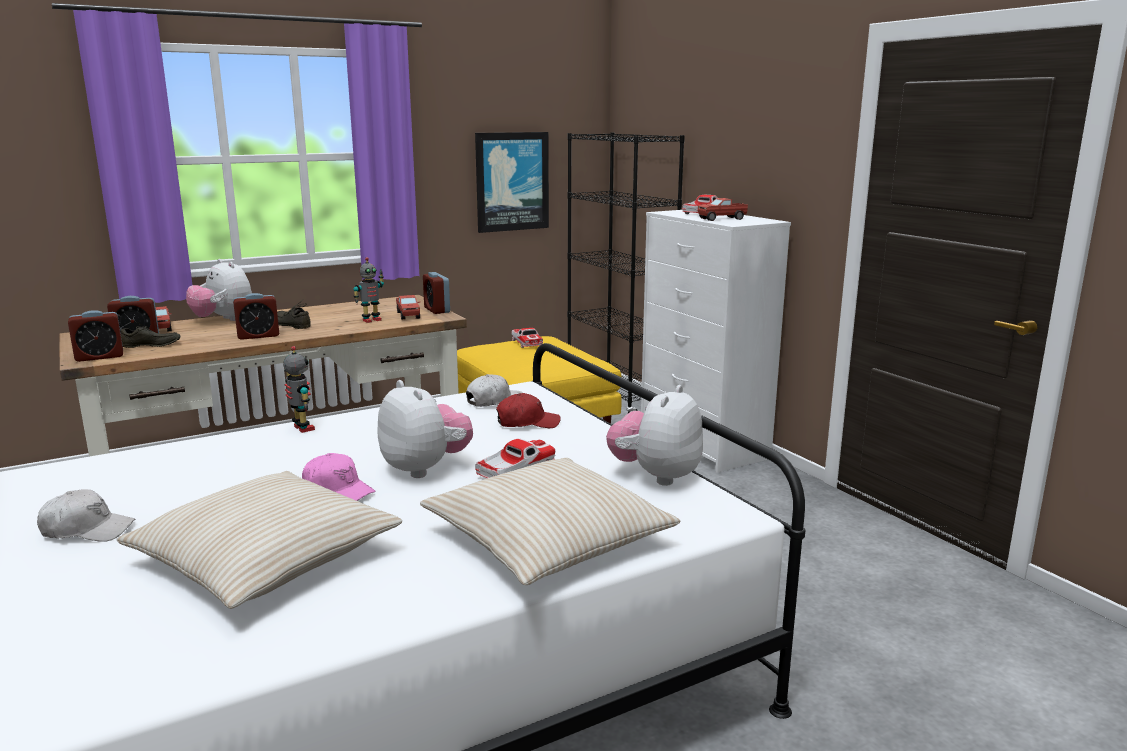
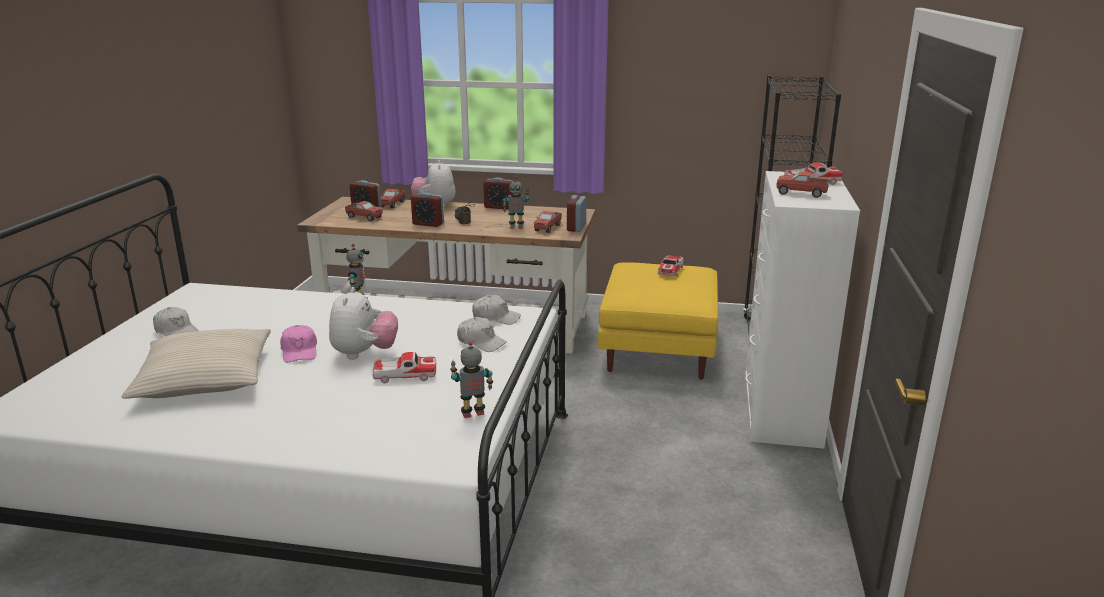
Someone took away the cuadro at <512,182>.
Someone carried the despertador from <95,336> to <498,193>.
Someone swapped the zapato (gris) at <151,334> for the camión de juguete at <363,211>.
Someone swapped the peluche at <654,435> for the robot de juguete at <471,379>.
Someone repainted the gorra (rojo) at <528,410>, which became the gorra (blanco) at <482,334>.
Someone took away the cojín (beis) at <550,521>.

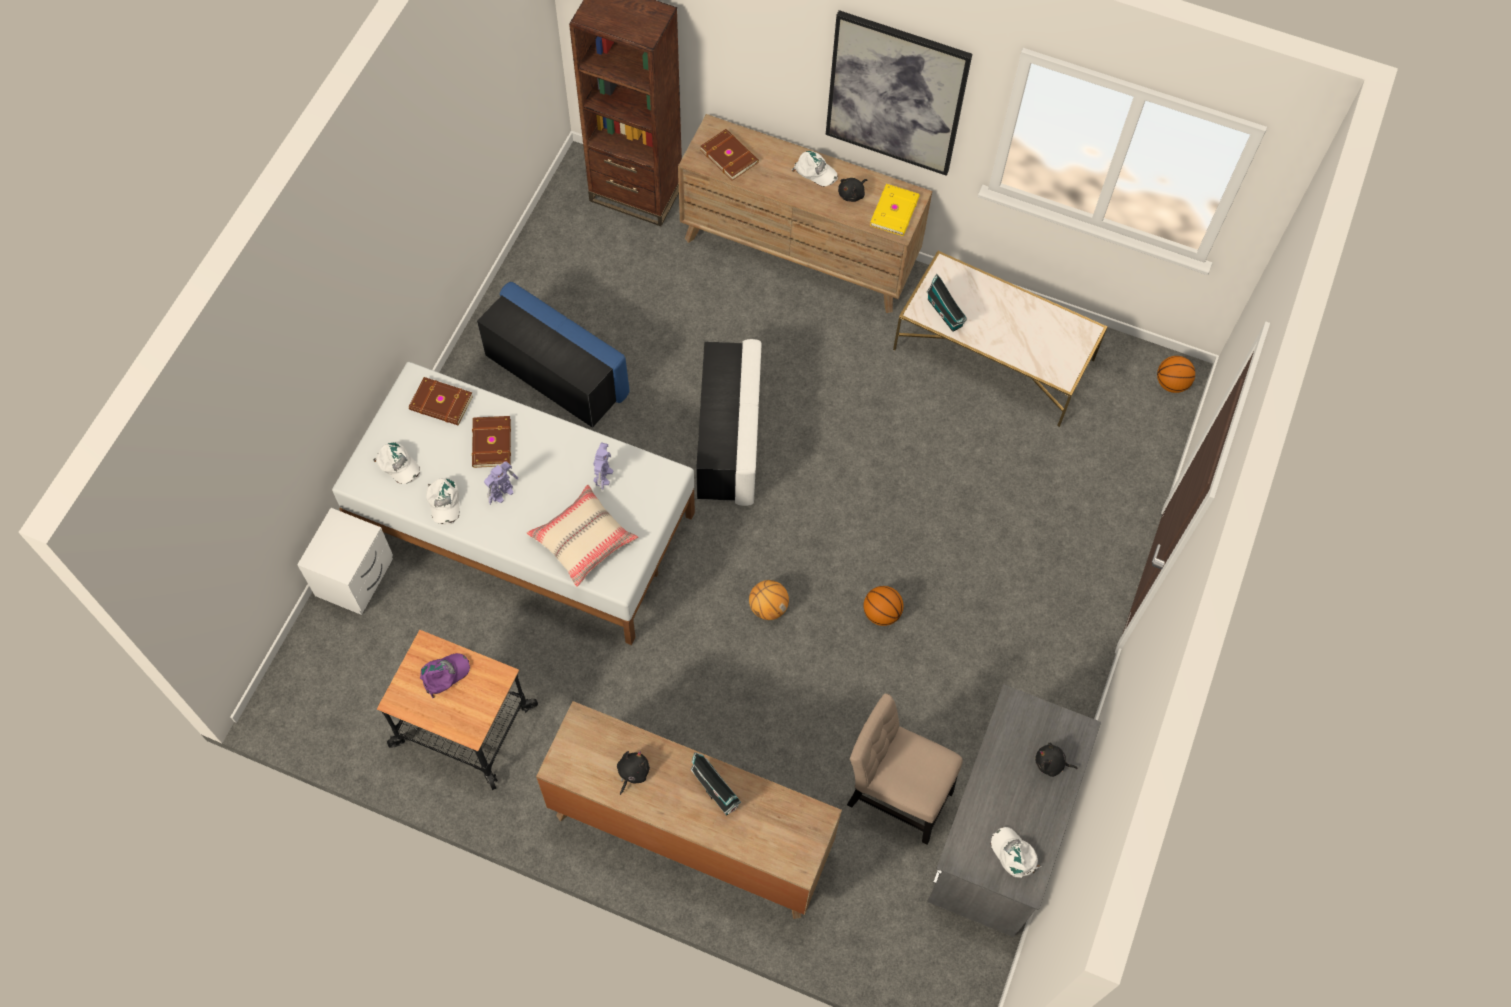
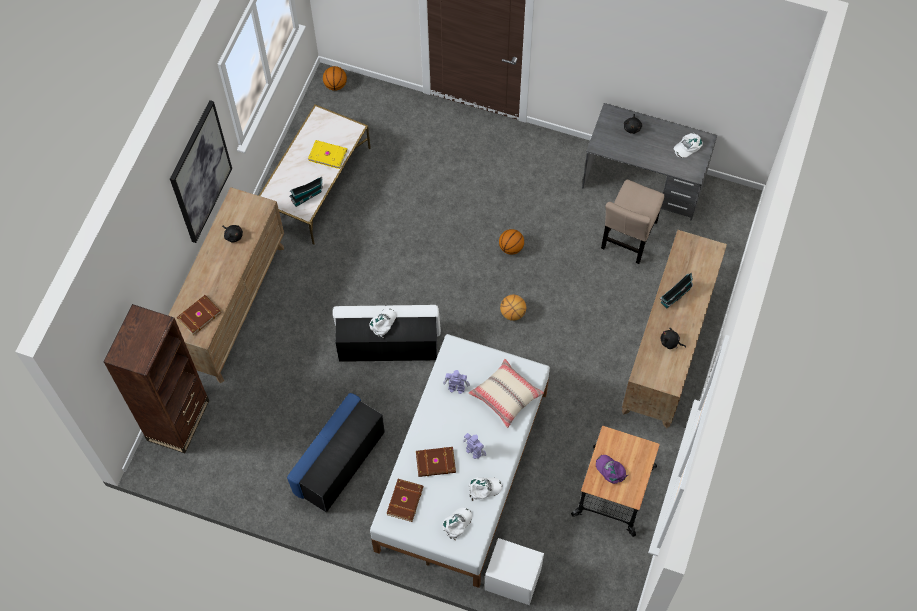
Someone carried the gorra (blanco) from <814,169> to <382,323>.
Someone carried the libro (amarillo) from <895,210> to <327,154>.

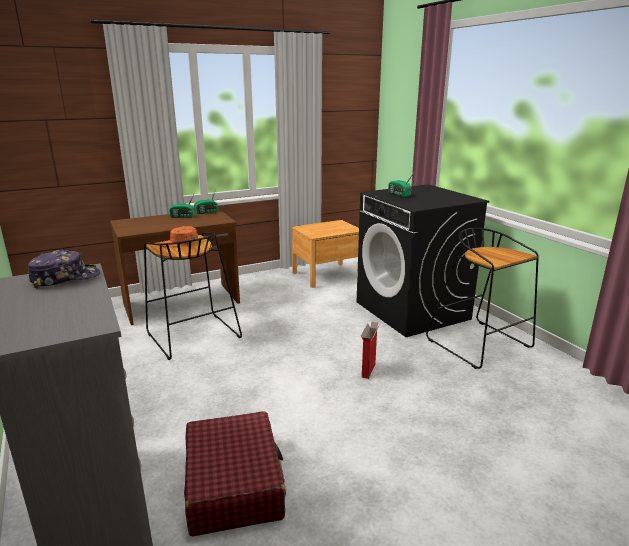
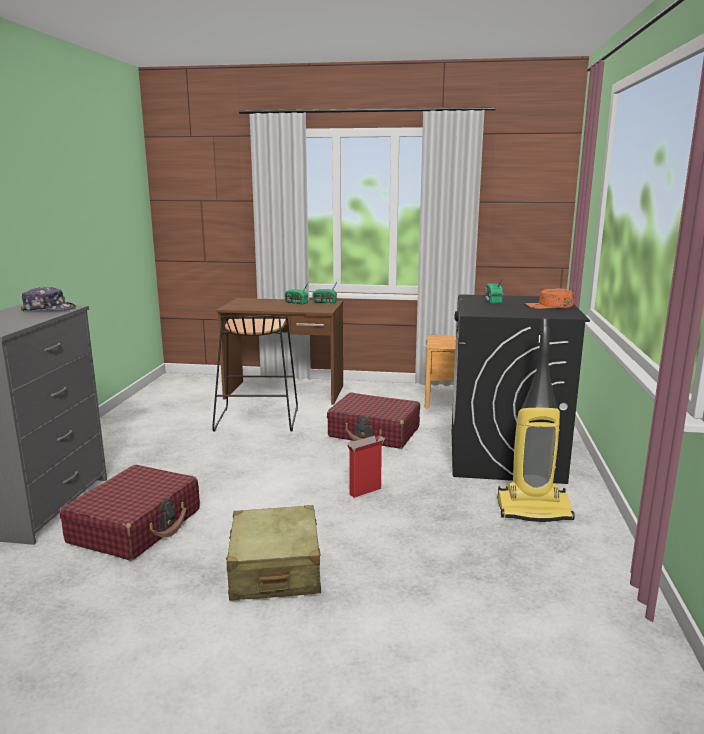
Someone carried the gorra (naranja) from <178,236> to <549,298>.
Someone swapped the taburete (negro) at <482,298> for the aspiradora at <536,420>.
Someone put down the maleta (rojo) at <373,420>.
Someone put down the maleta (beis) at <273,553>.

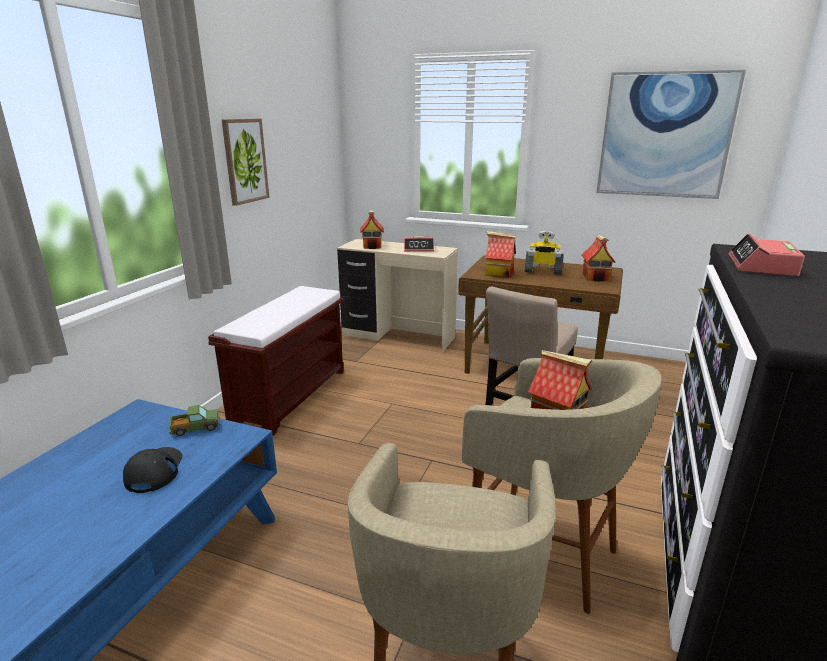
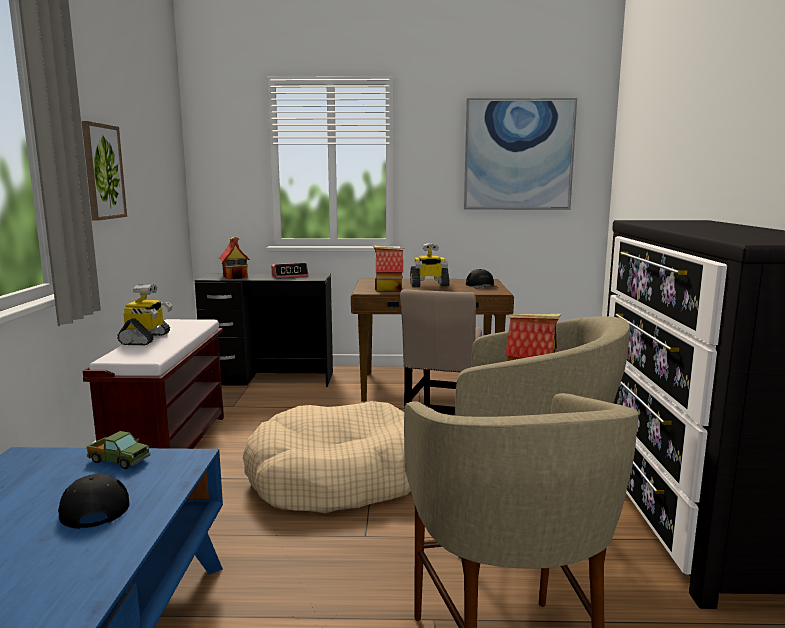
Someone swapped the casita at <598,257> for the gorra (negro) at <481,279>.
Someone took away the despertador at <767,255>.
Someone repainted the escritorio (beis) at <397,295>, which became the escritorio (negro) at <264,330>.
Someone rotated the camión de juguete at <195,420> by 60 degrees clockwise.
Someone put down the robot de juguete at <145,315>.
Someone put down the cama para perro (beis) at <327,457>.

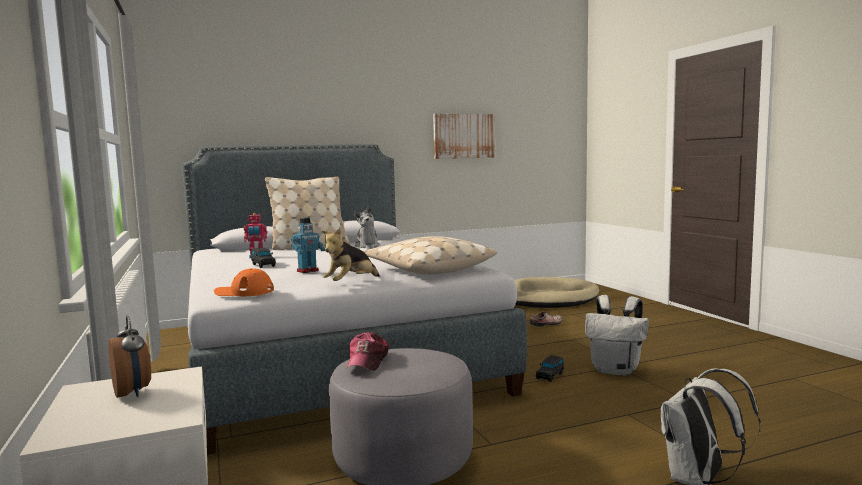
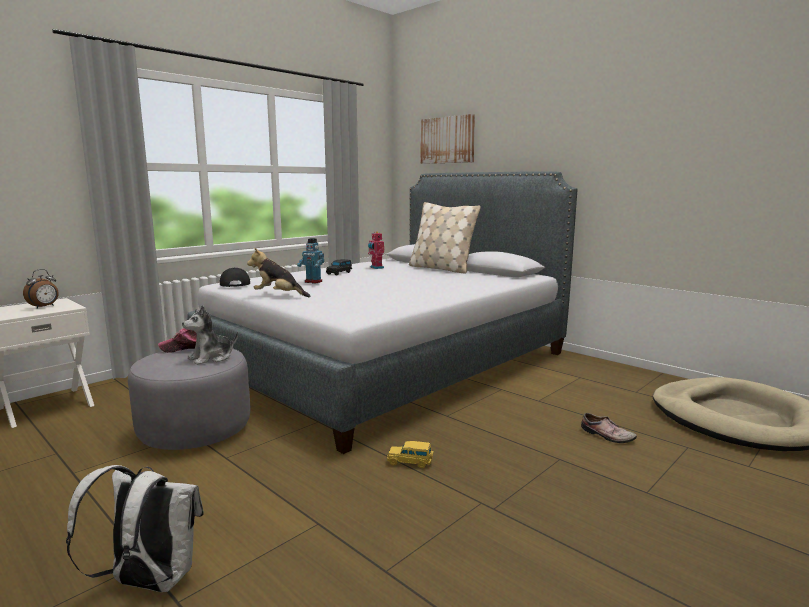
Someone carried the cuadro from <464,136> to <447,139>.
Someone carried the peluche from <367,227> to <210,335>.
Someone took away the cojín (beis) at <430,255>.
Someone repainted the gorra (naranja) at <244,282>, which became the gorra (negro) at <235,277>.
Someone took away the mochila (blanco) at <617,335>.
Someone repainted the coche de juguete (negro) at <550,368>, which became the coche de juguete (amarillo) at <410,454>.

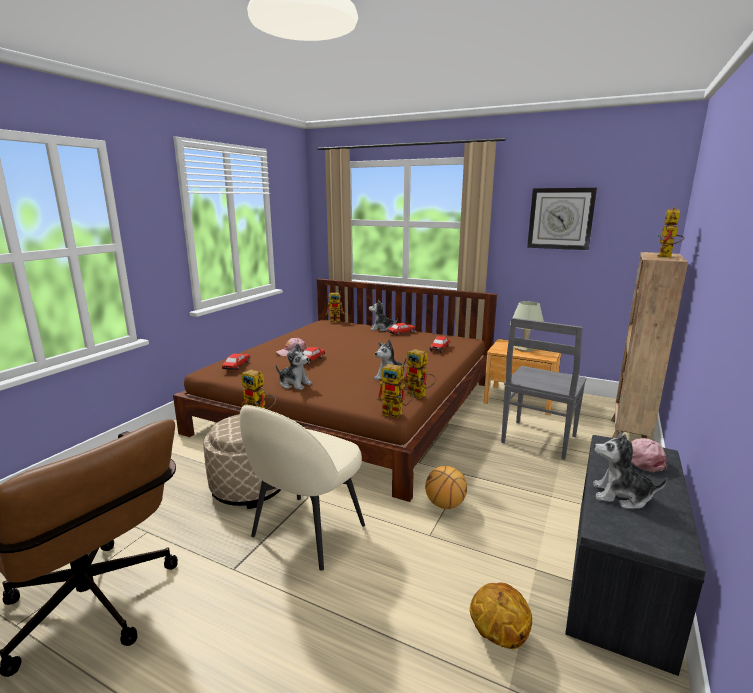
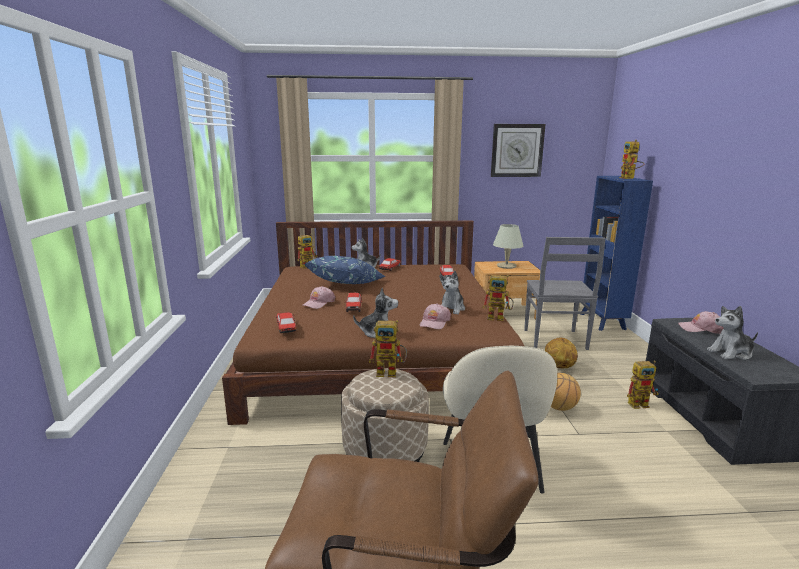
Someone repainted the estantería (marrón) at <649,345>, which became the estantería (azul) at <616,253>.
Someone carried the robot de juguete from <395,391> to <643,385>.
Someone carried the balón de baloncesto from <501,616> to <561,353>.
Someone put down the cojín (azul) at <345,270>.
Someone put down the gorra (rosa) at <435,316>.

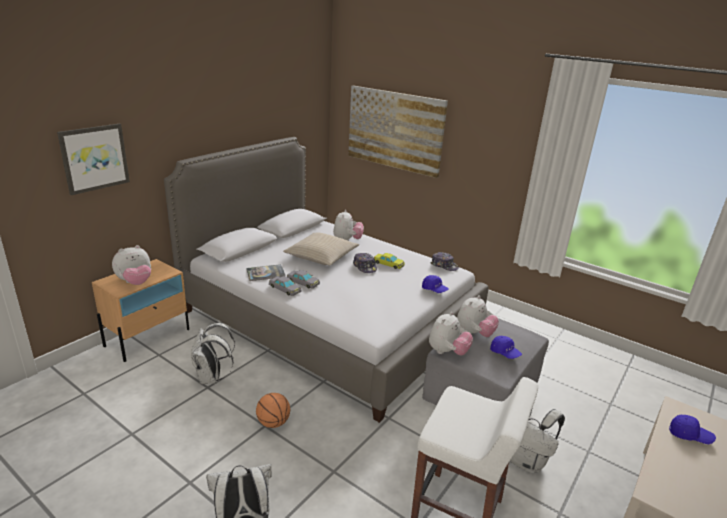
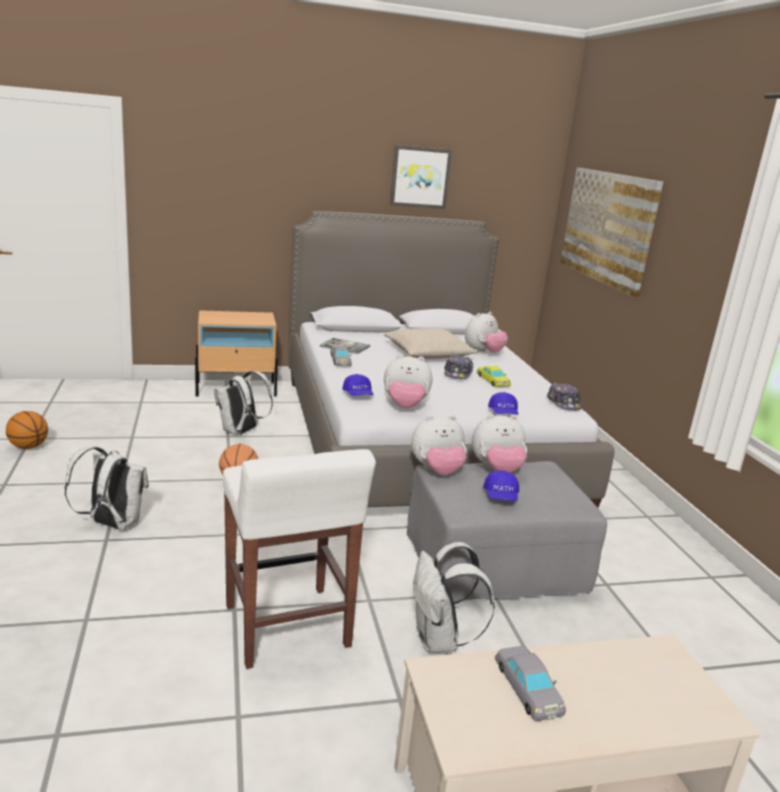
Someone carried the cuadro from <93,159> to <421,177>.
Someone carried the peluche from <131,265> to <408,381>.
Someone carried the coche de juguete (gris) from <303,279> to <530,683>.
Someone carried the gorra (azul) from <692,429> to <358,385>.
Someone put down the balón de baloncesto at <27,430>.

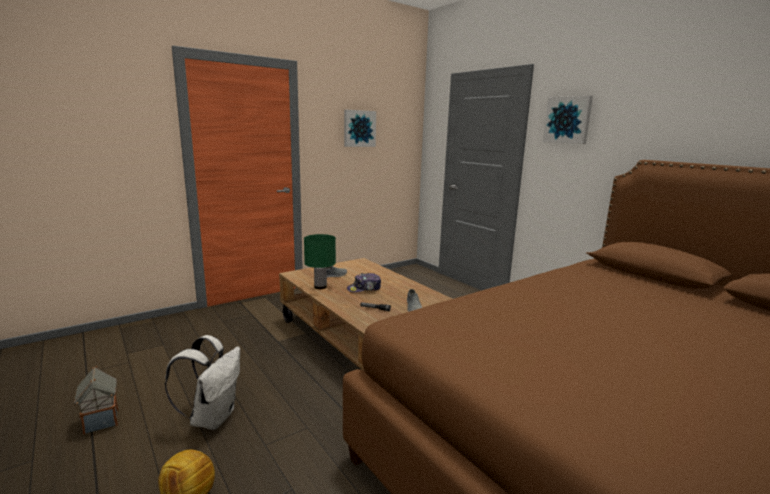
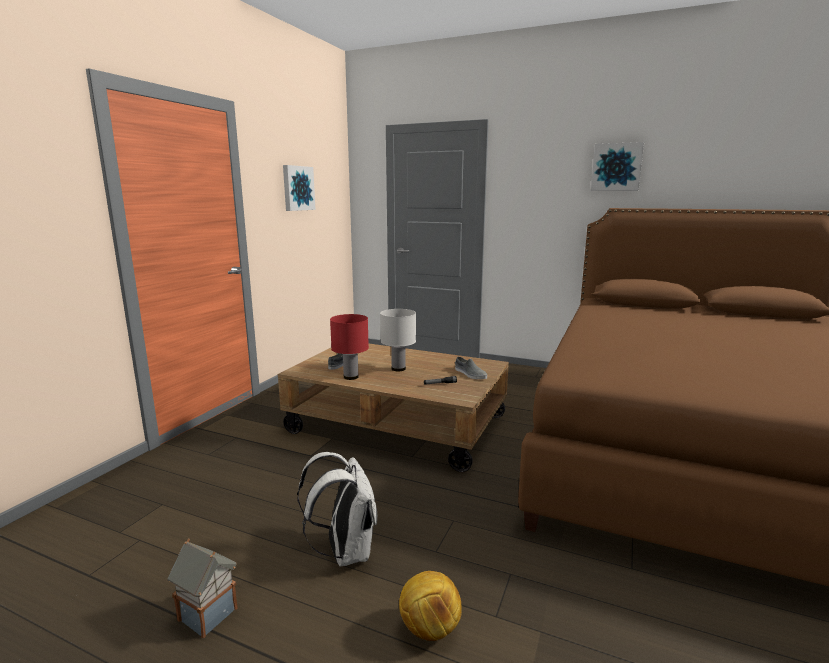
Someone carried the cuadro from <568,120> to <617,166>.
Someone repainted the lámpara de mesa (verde) at <320,261>, which became the lámpara de mesa (rojo) at <349,347>.
Someone swapped the gorra at <364,282> for the lámpara de mesa (blanco) at <398,340>.

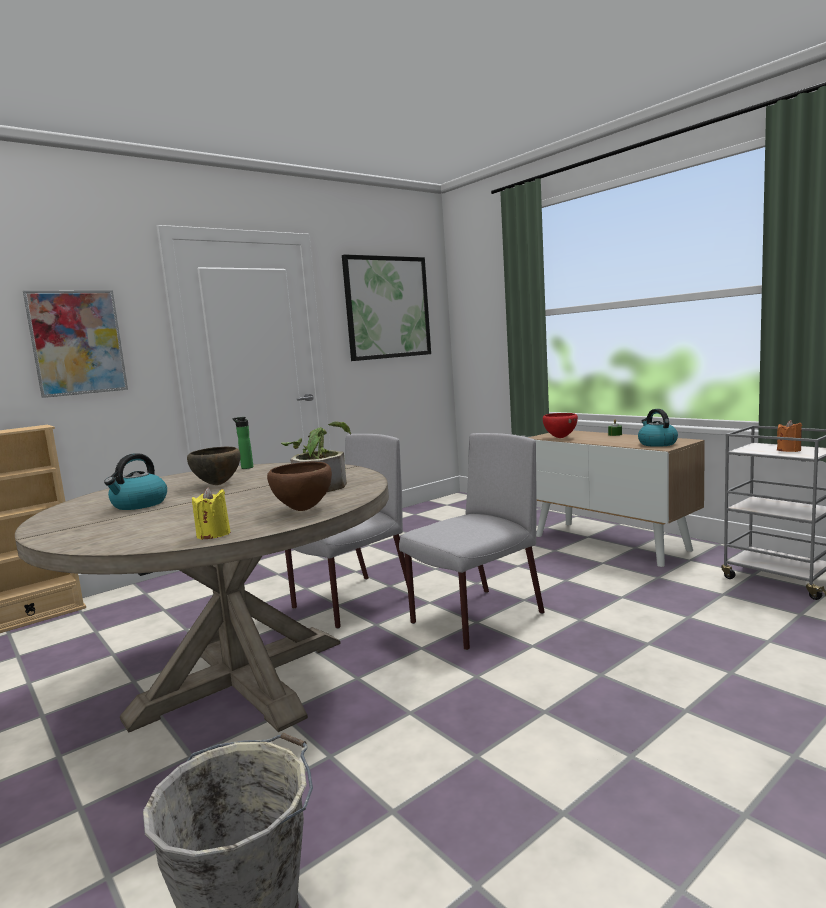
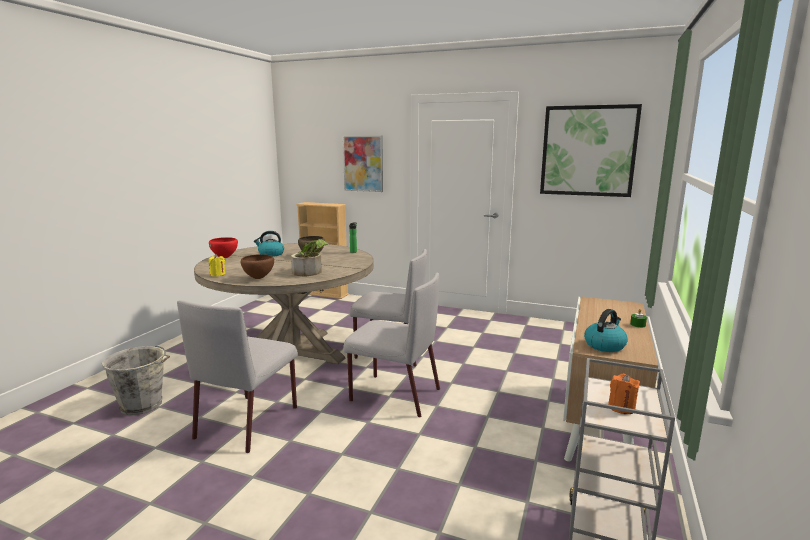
Someone carried the cuenco (rojo) from <560,425> to <223,247>.
Someone put down the silla (gris) at <237,376>.

